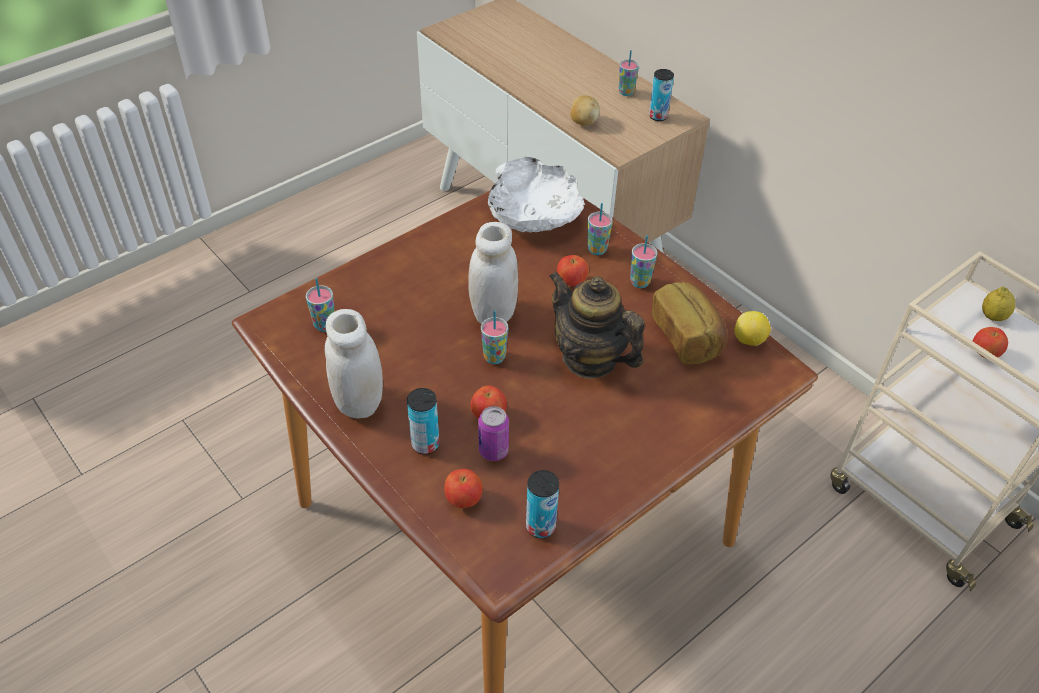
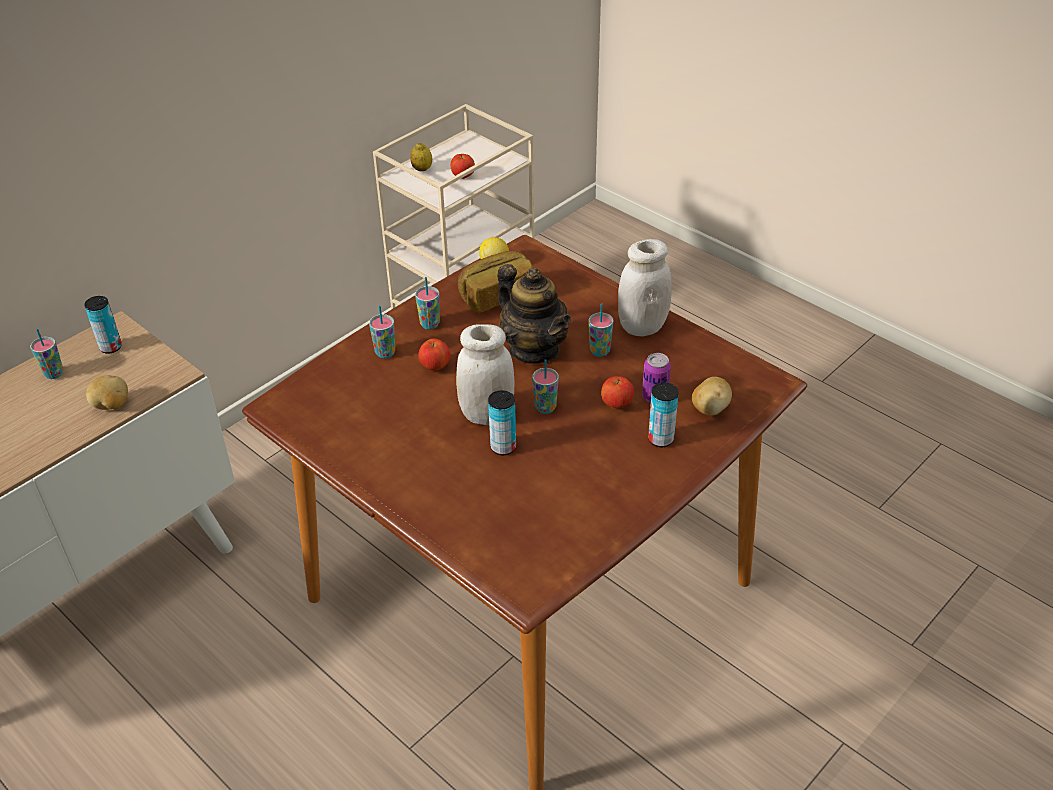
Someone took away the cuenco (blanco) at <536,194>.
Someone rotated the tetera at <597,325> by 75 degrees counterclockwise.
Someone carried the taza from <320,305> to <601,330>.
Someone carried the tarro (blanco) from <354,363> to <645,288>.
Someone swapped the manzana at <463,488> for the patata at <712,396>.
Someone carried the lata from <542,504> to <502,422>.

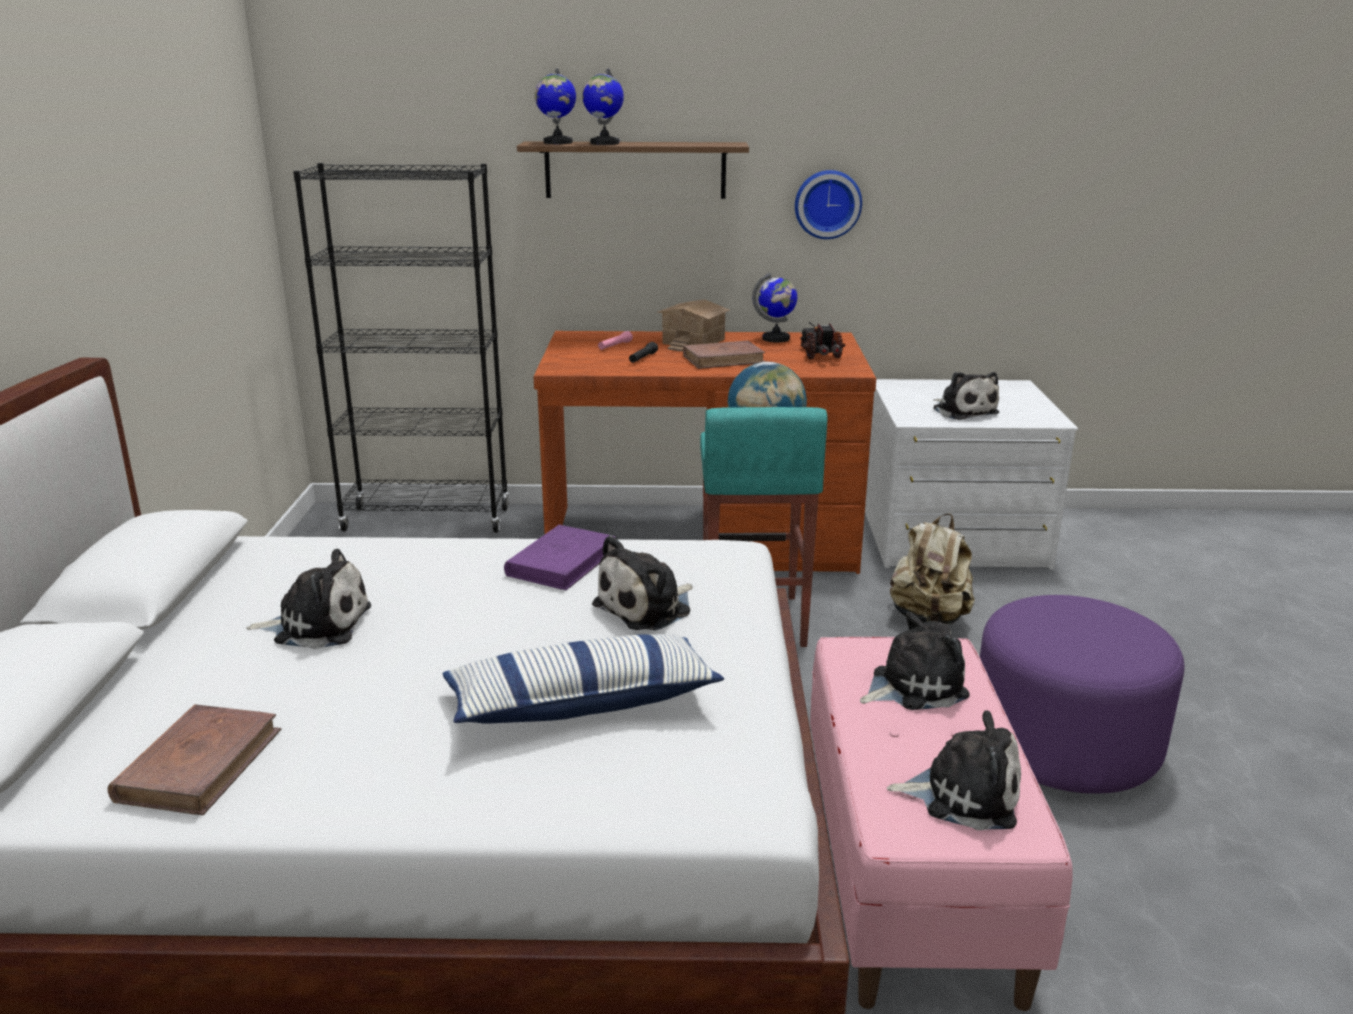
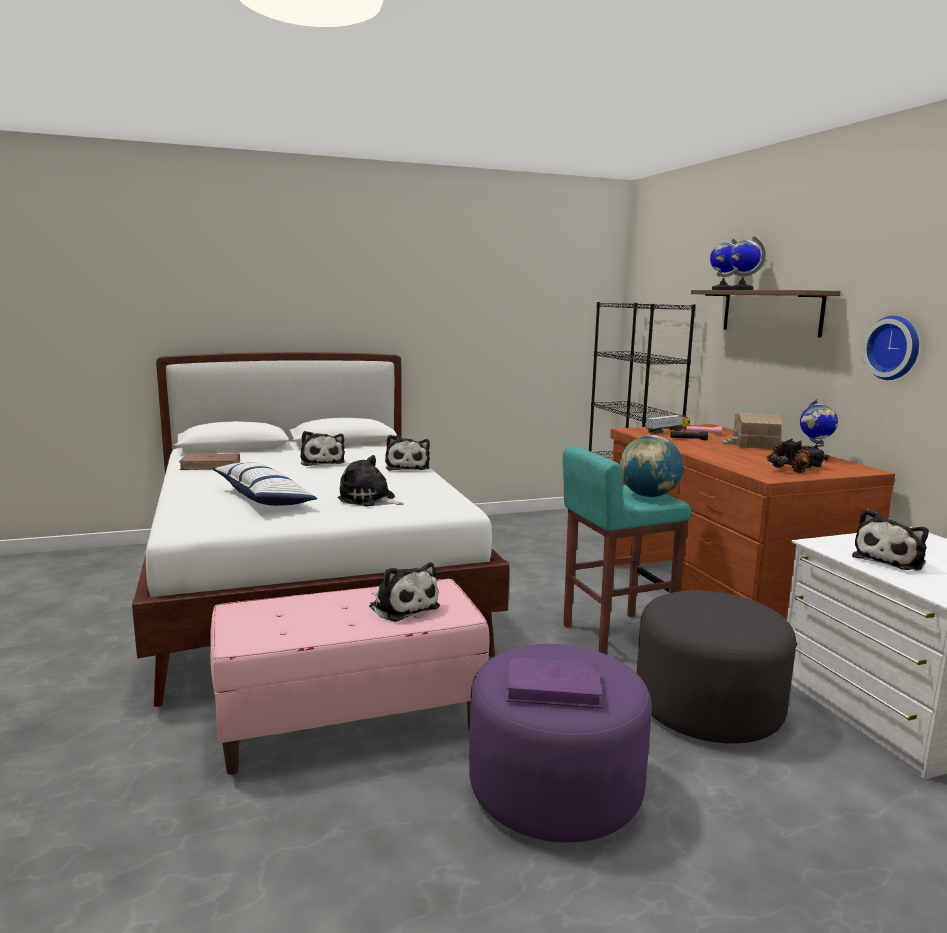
Someone took away the libro (marrón) at <724,355>.
Someone swapped the mochila (beis) at <932,569> for the puf (gris) at <716,667>.
Someone carried the libro (morado) from <560,557> to <554,682>.
Someone carried the peluche from <954,770> to <407,453>.
Someone put down the camión de juguete at <667,424>.

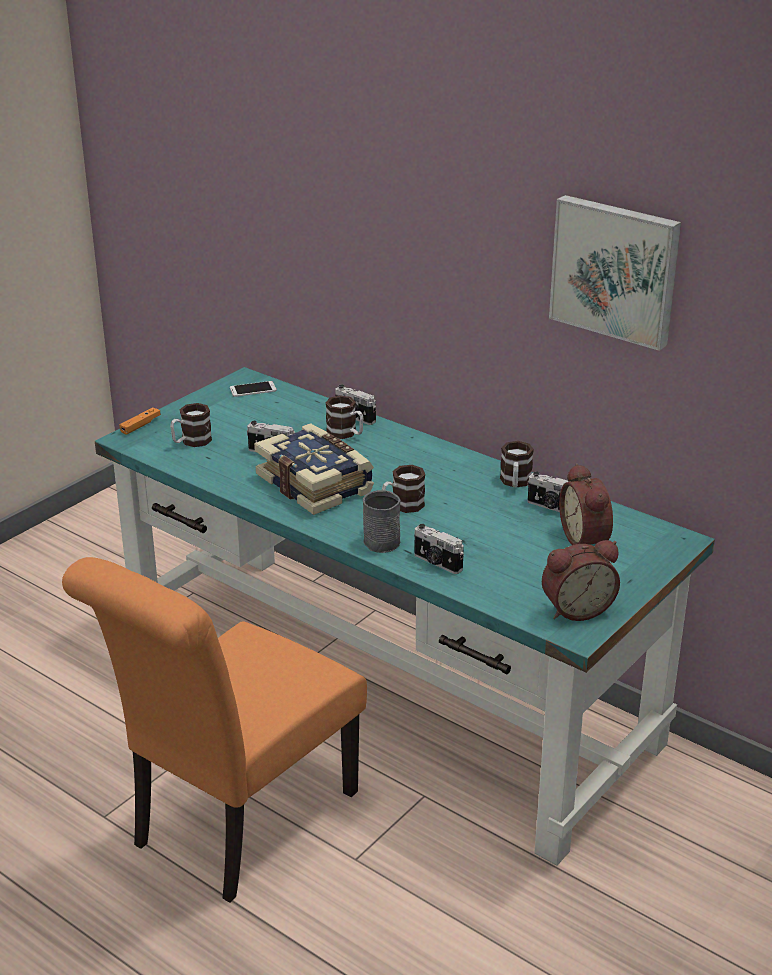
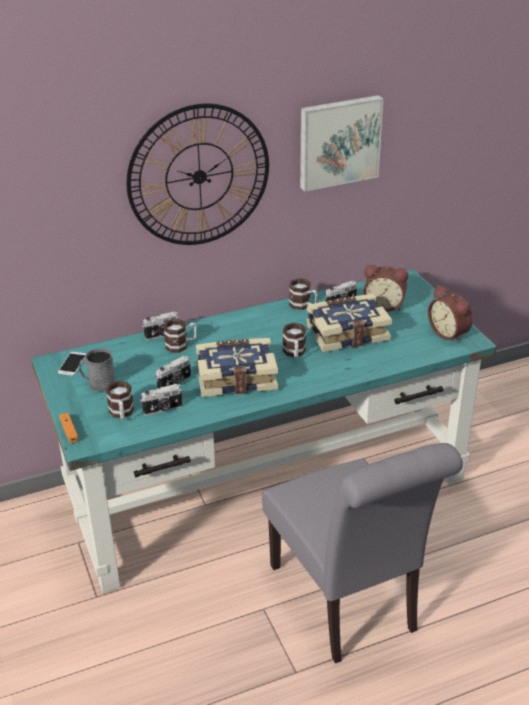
Someone carried the taza grande (gris) from <382,521> to <97,370>.
Someone carried the cámara from <439,549> to <161,399>.
Someone rotated the despertador at <581,580> by 135 degrees clockwise.
Someone repainted the silla (naranja) at <214,730>, which became the silla (gris) at <362,553>.
Someone put up the reloj de pared at <197,174>.
Someone put down the libro at <349,323>.

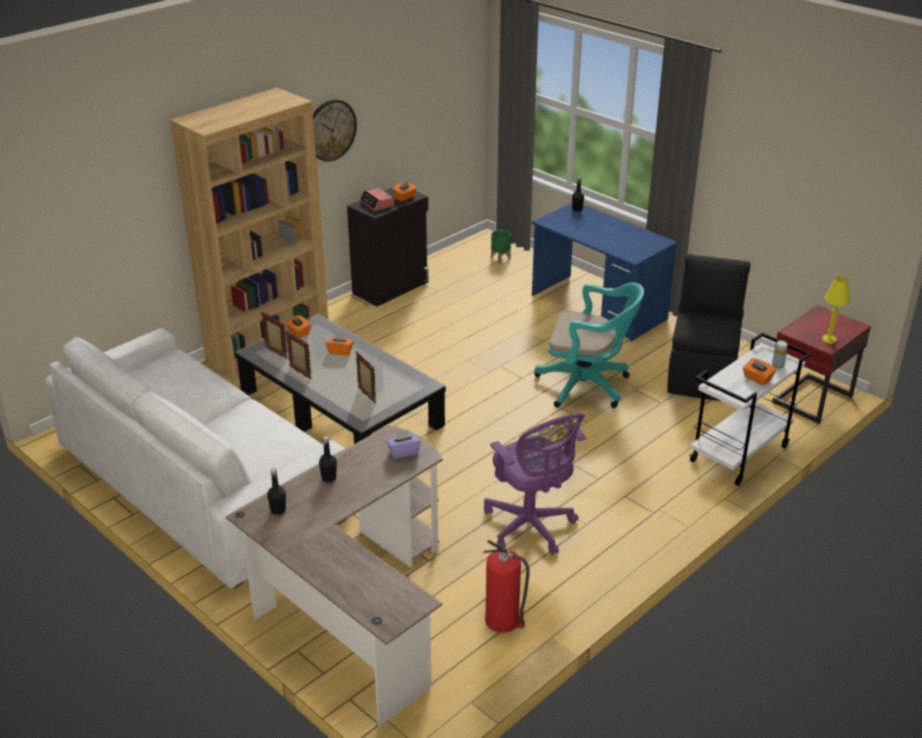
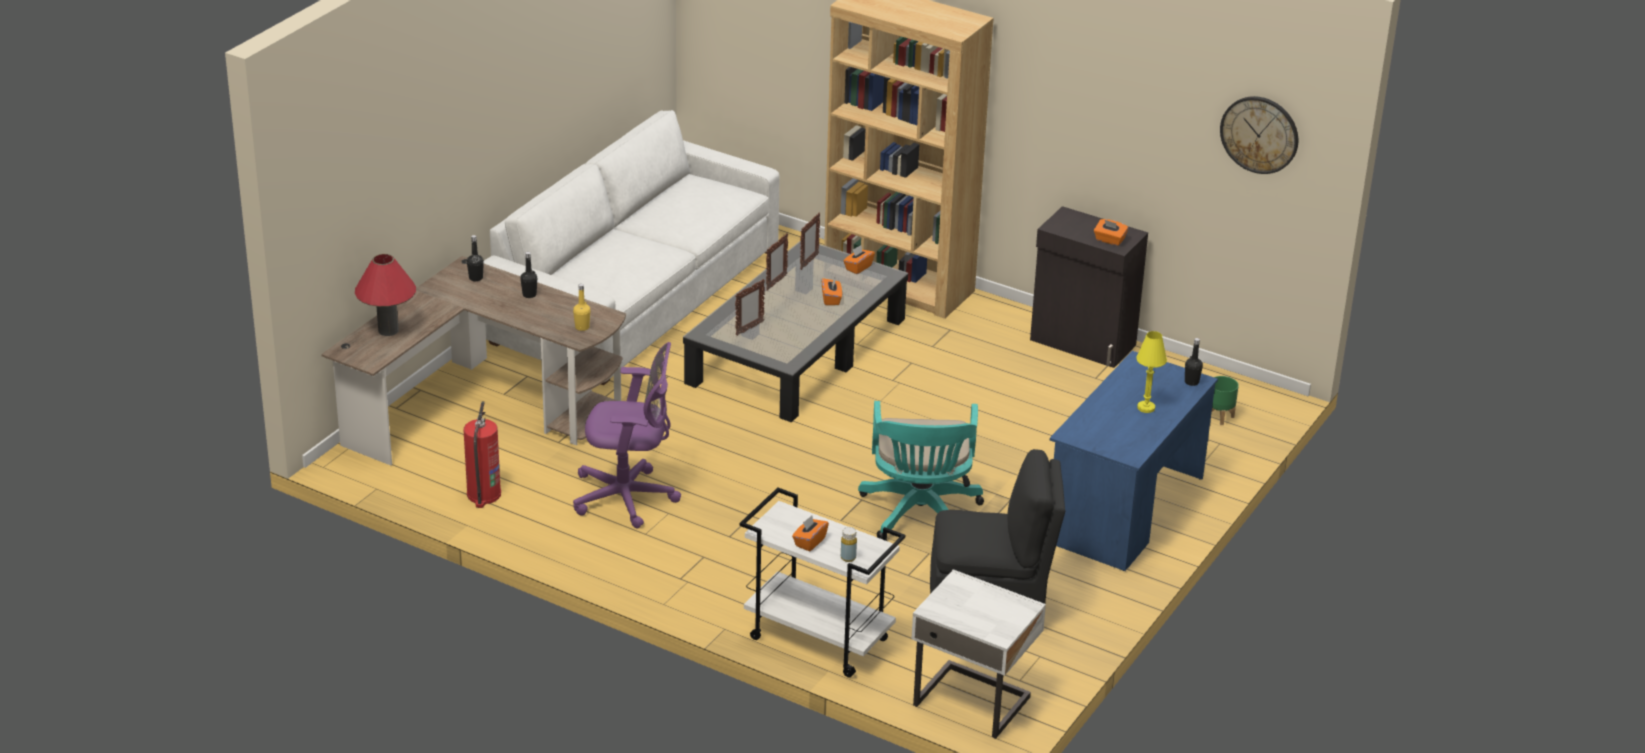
Someone carried the reloj de pared from <335,130> to <1259,135>.
Someone took away the despertador at <376,199>.
Someone carried the lámpara de mesa (amarillo) from <836,310> to <1151,372>.
Someone repainted the mesita de noche (rojo) at <821,364>, which became the mesita de noche (blanco) at <978,654>.
Someone rotated the silla de oficina (morado) at <535,484> by 135 degrees counterclockwise.
Someone swapped the caja de pañuelos (morado) at <403,444> for the botella (amarillo) at <582,307>.
Someone put down the lámpara de mesa (rojo) at <385,295>.

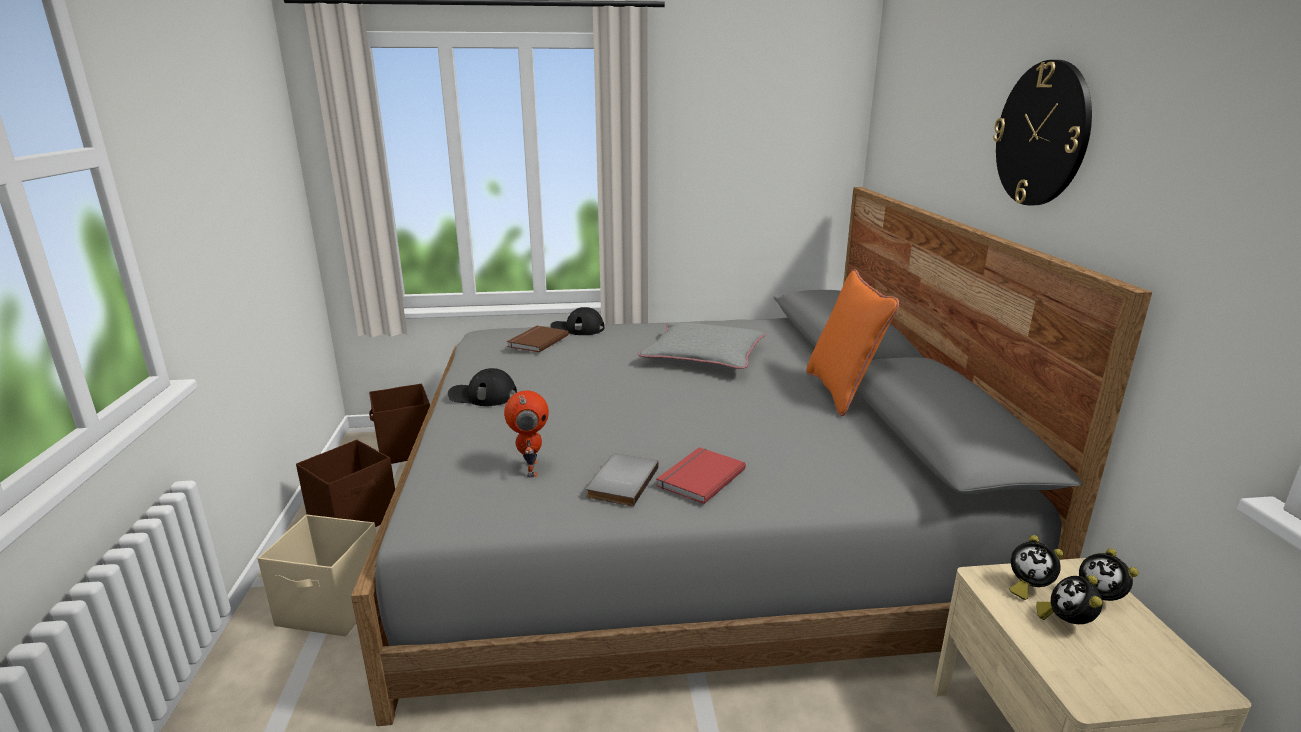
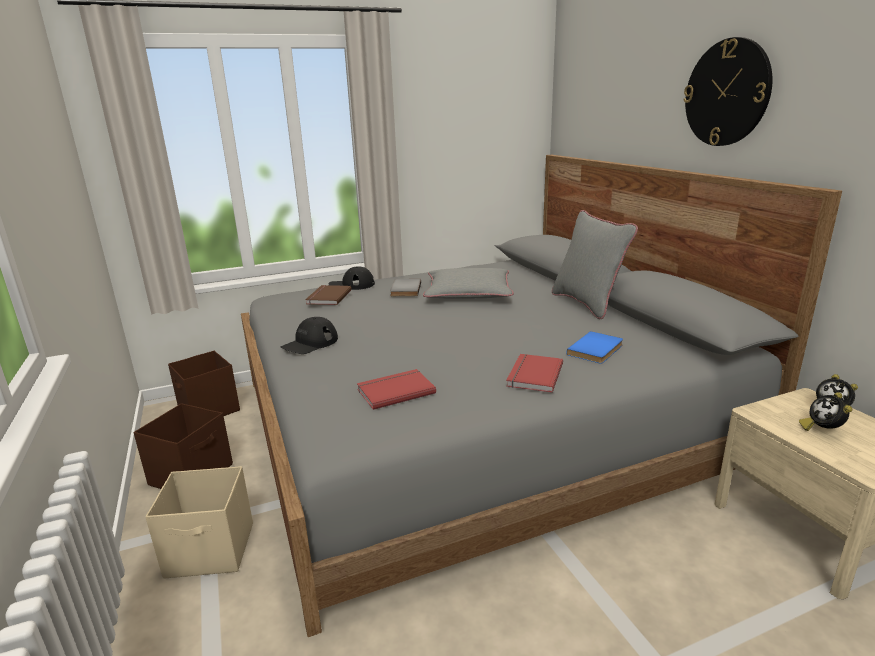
Someone repainted the cojín (naranja) at <853,342>, which became the cojín (gris) at <595,264>.
Someone rotated the gorra (negro) at <482,387> by 45 degrees counterclockwise.
Someone swapped the robot de juguete at <526,434> for the libro (rojo) at <396,389>.
Someone carried the libro (gris) from <622,480> to <405,287>.
Someone took away the despertador at <1036,567>.
Someone put down the libro (azul) at <595,347>.

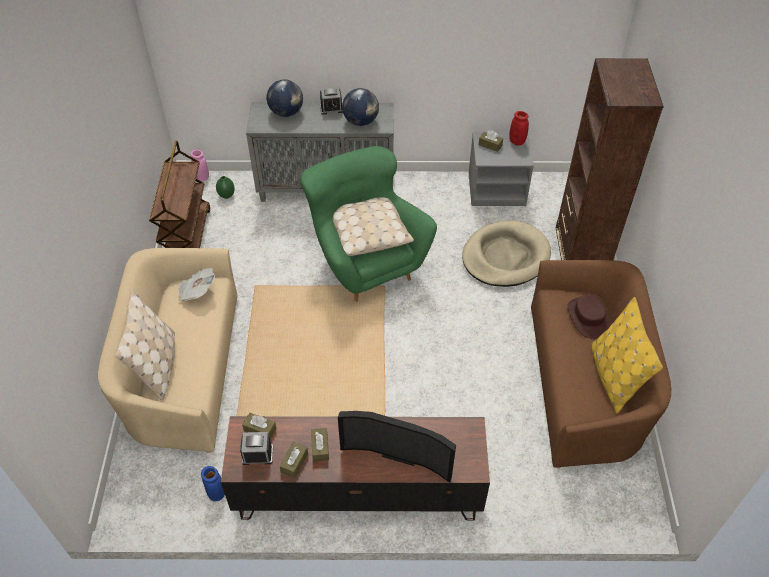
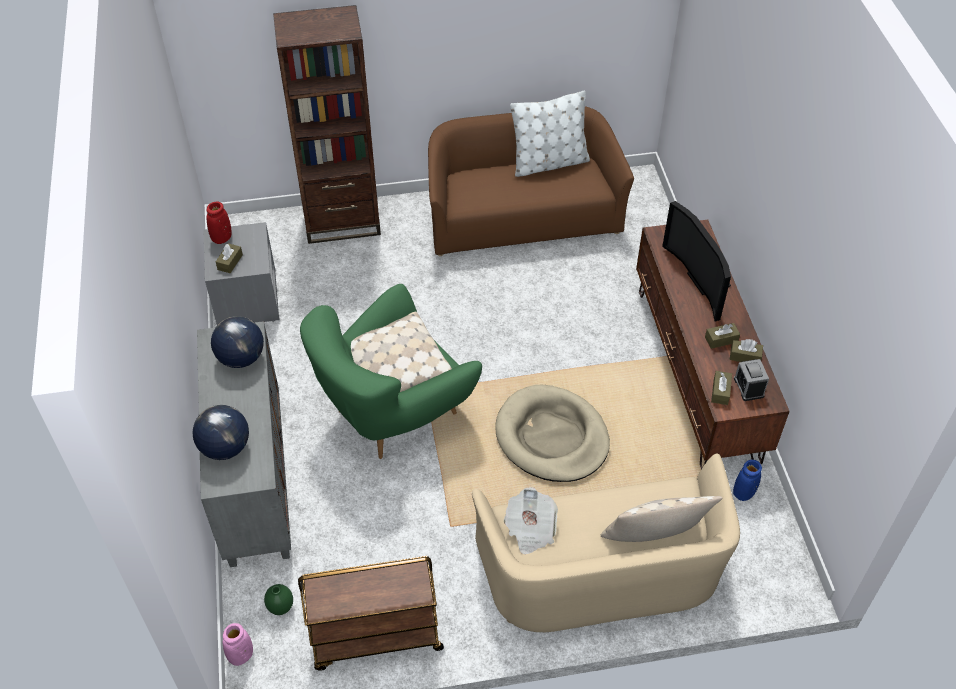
Someone took away the despertador at <331,101>.
Someone carried the cama para perro (beis) from <506,254> to <552,433>.
Someone took away the sombrero (marrón) at <588,316>.
Someone repainted the cojín (amarillo) at <627,355>, which became the cojín (blanco) at <550,133>.
Someone rotated the televisor at <397,447> by 150 degrees clockwise.

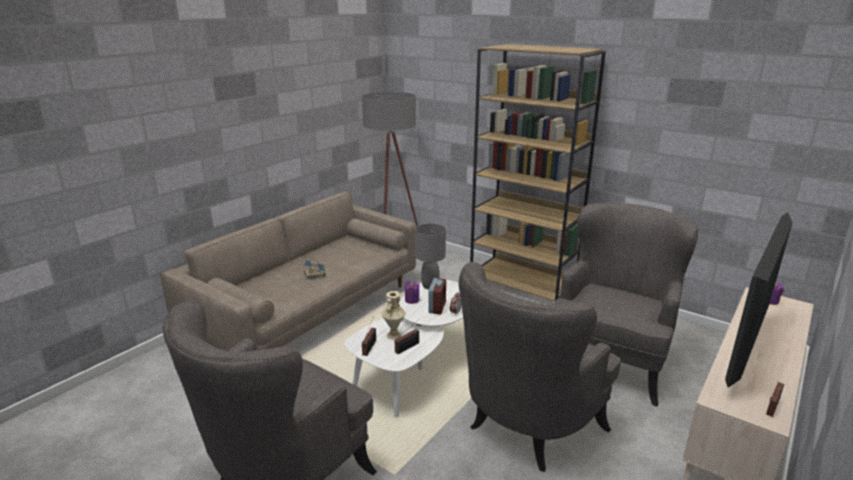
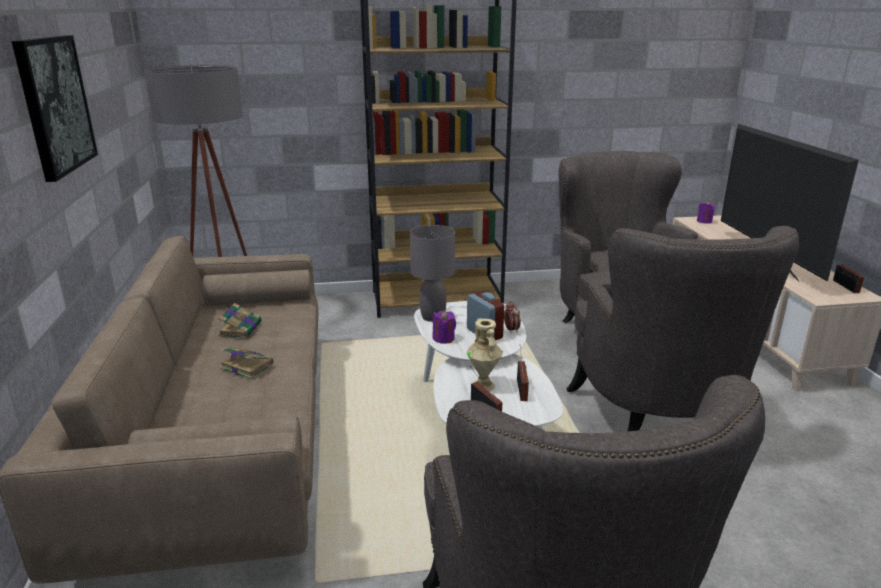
Someone put up the cuadro at <55,108>.
Someone put down the libro at <240,320>.

